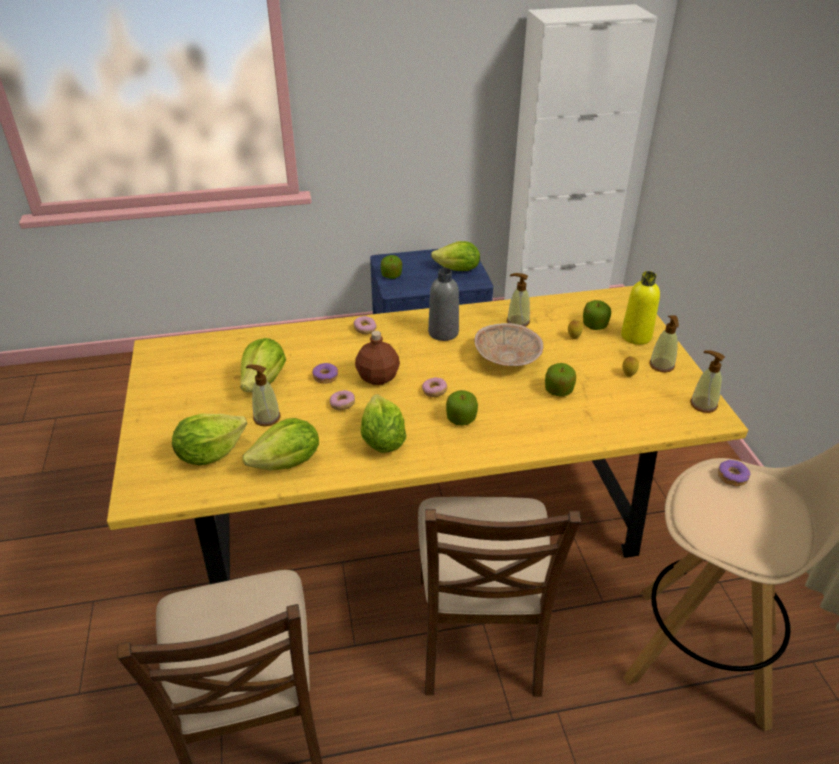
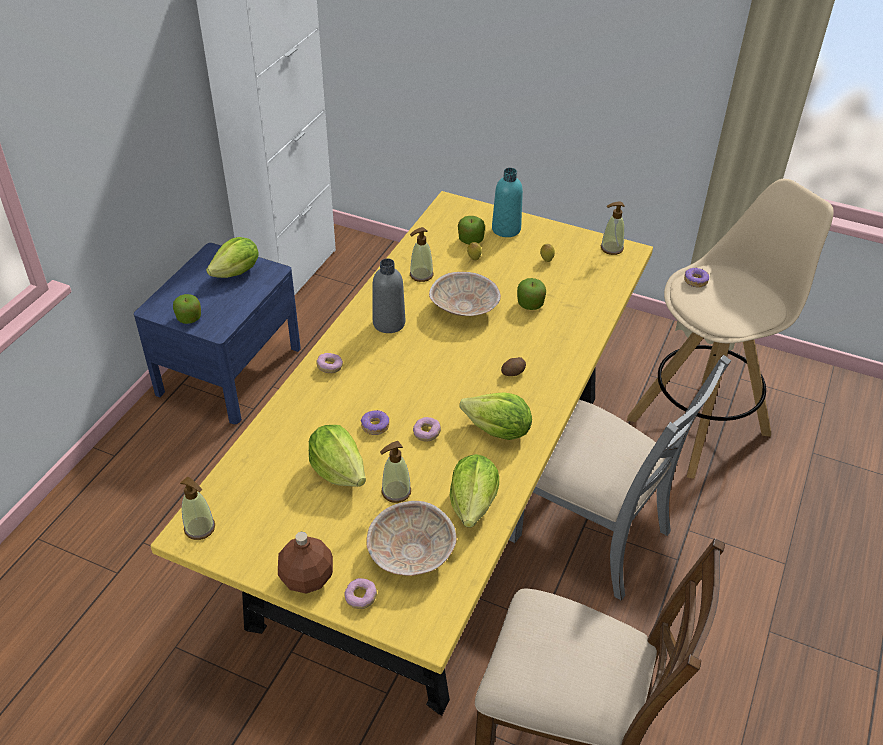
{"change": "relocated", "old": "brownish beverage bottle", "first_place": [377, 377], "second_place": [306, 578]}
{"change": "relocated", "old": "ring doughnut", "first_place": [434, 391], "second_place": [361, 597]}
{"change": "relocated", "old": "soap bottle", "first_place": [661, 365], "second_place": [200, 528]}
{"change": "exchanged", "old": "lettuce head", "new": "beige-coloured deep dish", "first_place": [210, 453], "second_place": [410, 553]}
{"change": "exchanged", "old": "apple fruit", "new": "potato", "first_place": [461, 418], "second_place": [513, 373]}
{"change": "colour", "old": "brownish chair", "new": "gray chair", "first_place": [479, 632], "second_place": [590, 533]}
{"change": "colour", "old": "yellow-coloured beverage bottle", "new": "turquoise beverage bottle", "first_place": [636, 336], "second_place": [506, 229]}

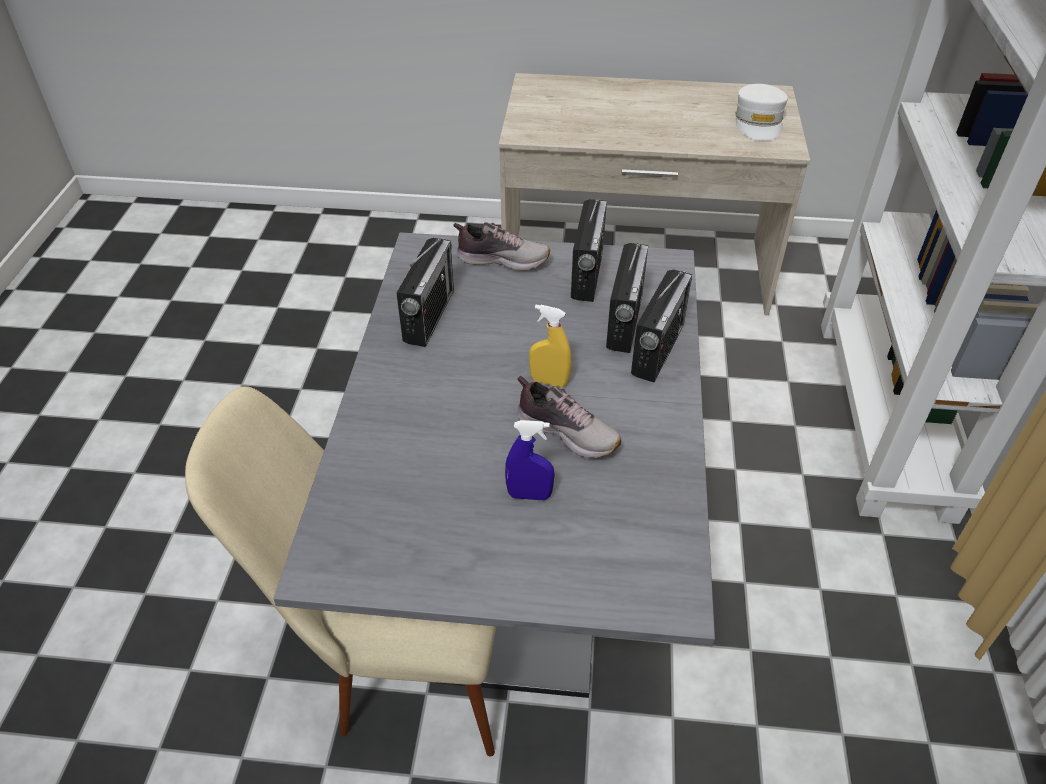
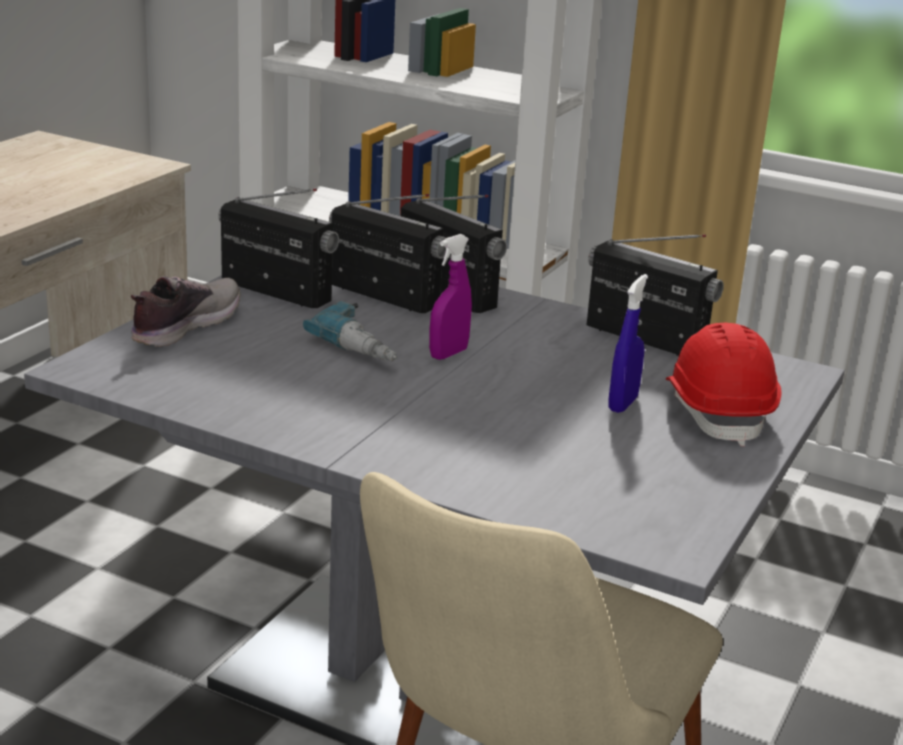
{"change": "missing", "old": "item of footwear", "first_place": [567, 431]}
{"change": "missing", "old": "white-coloured cap", "first_place": [758, 122]}
{"change": "appeared", "new": "power drill", "second_place": [366, 344]}
{"change": "appeared", "new": "reddish hard hat", "second_place": [718, 412]}
{"change": "relocated", "old": "radio set", "first_place": [429, 316], "second_place": [644, 339]}
{"change": "colour", "old": "yellow-coloured hand sprayer", "new": "purple-coloured hand sprayer", "first_place": [549, 381], "second_place": [448, 354]}

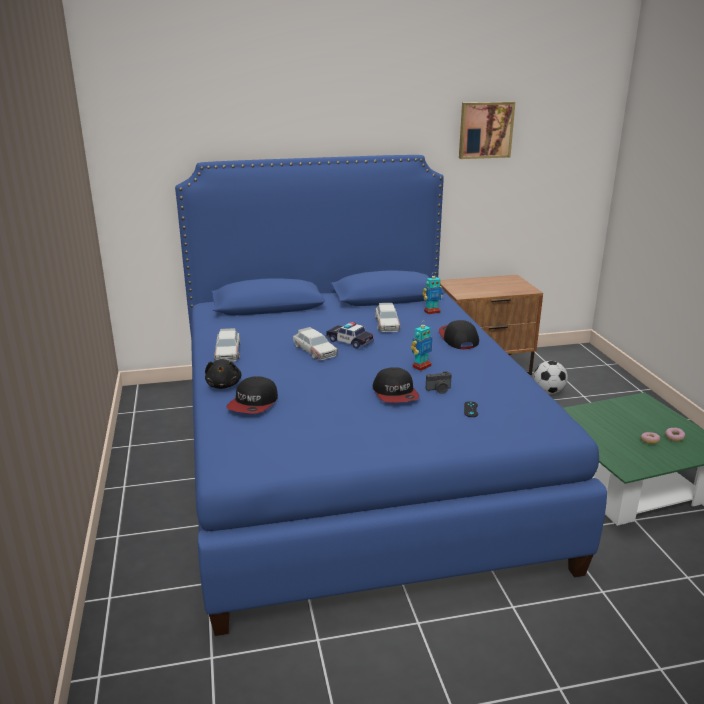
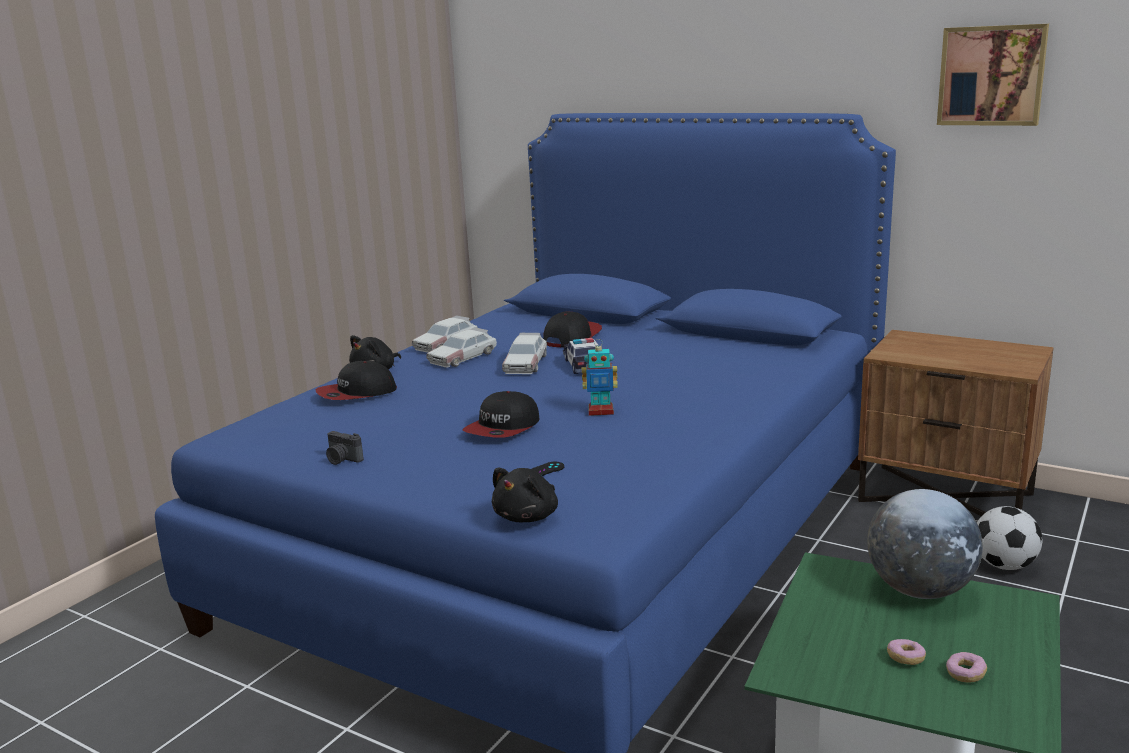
{"change": "missing", "old": "robot figure", "first_place": [432, 311]}
{"change": "appeared", "new": "blackish cuddly toy", "second_place": [528, 516]}
{"change": "appeared", "new": "desk globe", "second_place": [920, 590]}
{"change": "relocated", "old": "model car", "first_place": [387, 324], "second_place": [463, 357]}
{"change": "relocated", "old": "still camera", "first_place": [439, 390], "second_place": [342, 460]}
{"change": "relocated", "old": "cap", "first_place": [458, 338], "second_place": [572, 337]}

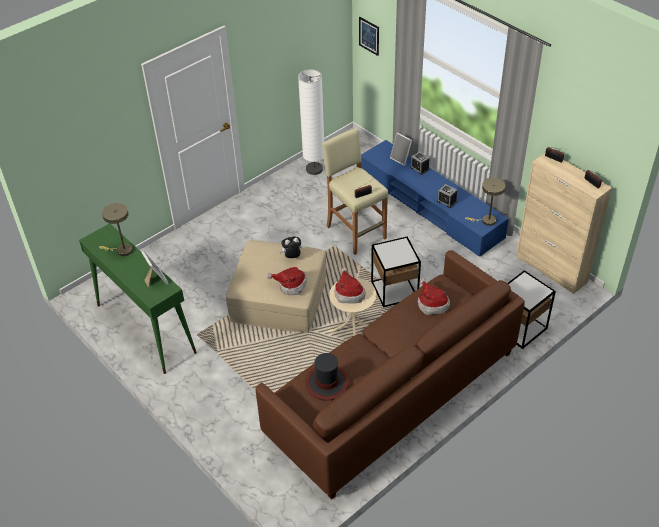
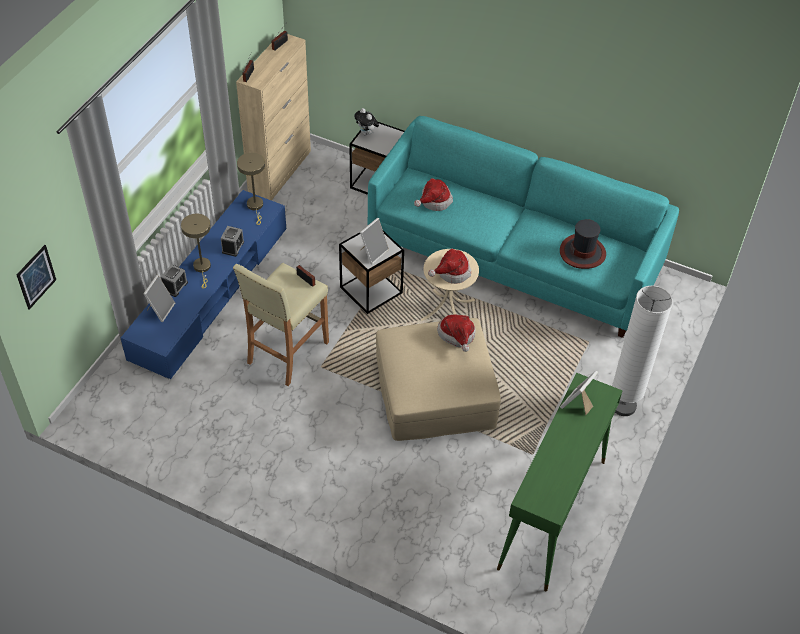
{"change": "appeared", "new": "picture frame", "second_place": [373, 252]}
{"change": "relocated", "old": "beige-coloured table lamp", "first_place": [122, 250], "second_place": [202, 268]}
{"change": "relocated", "old": "cuddly toy", "first_place": [292, 257], "second_place": [366, 133]}
{"change": "relocated", "old": "white-coloured standard lamp", "first_place": [314, 169], "second_place": [623, 406]}
{"change": "colour", "old": "brownish couch", "new": "turquoise couch", "first_place": [393, 394], "second_place": [514, 256]}

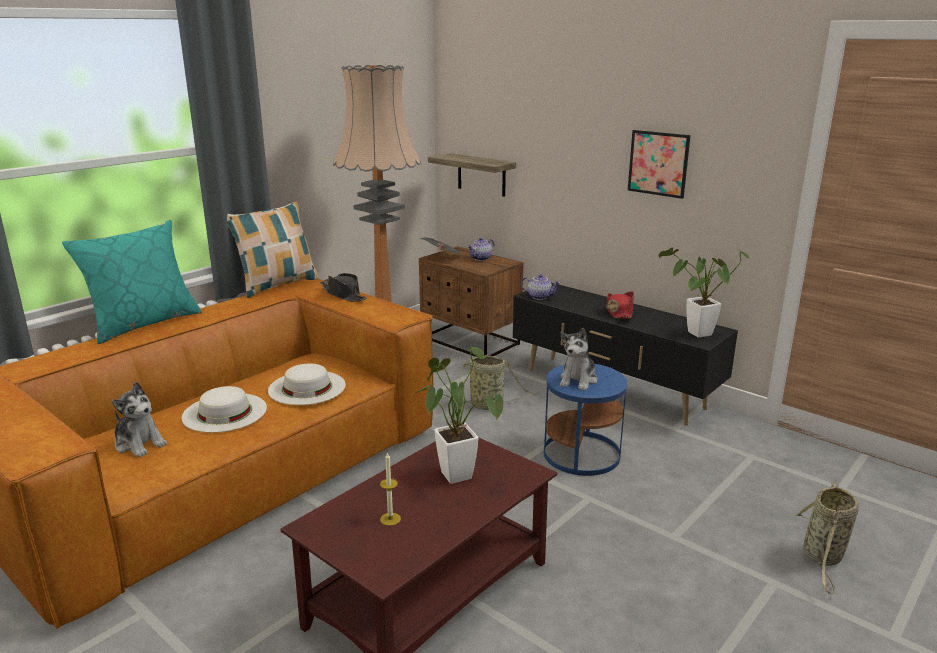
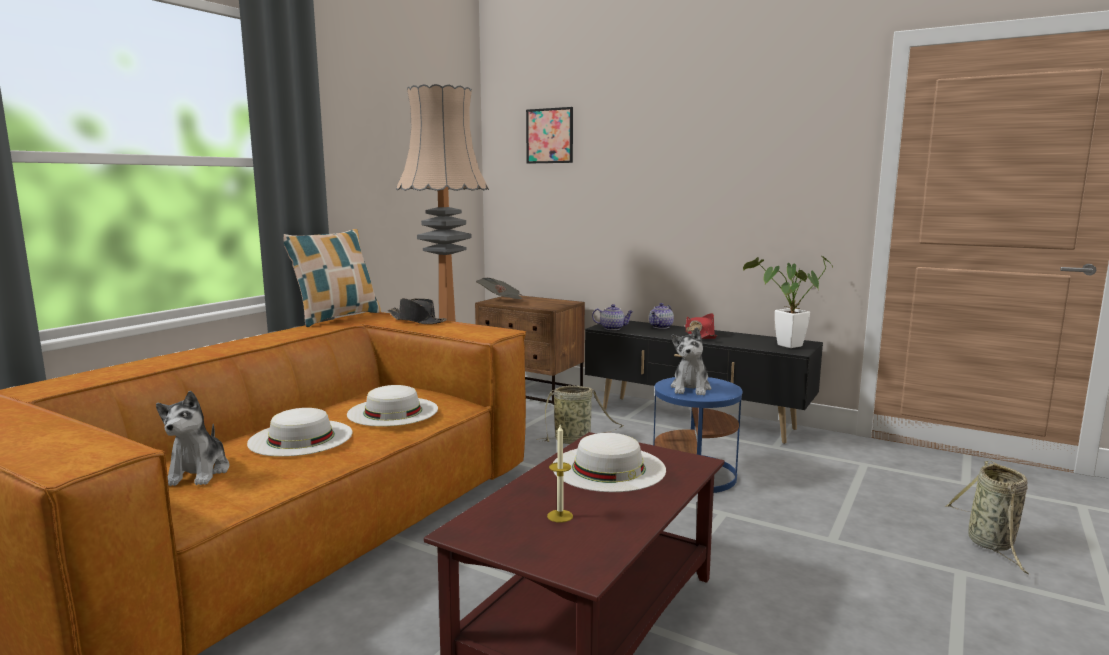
{"change": "missing", "old": "turquoise cushion", "first_place": [144, 323]}
{"change": "missing", "old": "wall shelf", "first_place": [481, 175]}
{"change": "relocated", "old": "tea pot", "first_place": [481, 258], "second_place": [661, 327]}
{"change": "relocated", "old": "picture", "first_place": [658, 163], "second_place": [549, 136]}
{"change": "exchanged", "old": "plant in a pot", "new": "white-coloured clothing hat", "first_place": [454, 471], "second_place": [608, 468]}
{"change": "spun", "old": "cuddly toy", "first_place": [140, 443], "second_place": [199, 473], "degrees": 60}

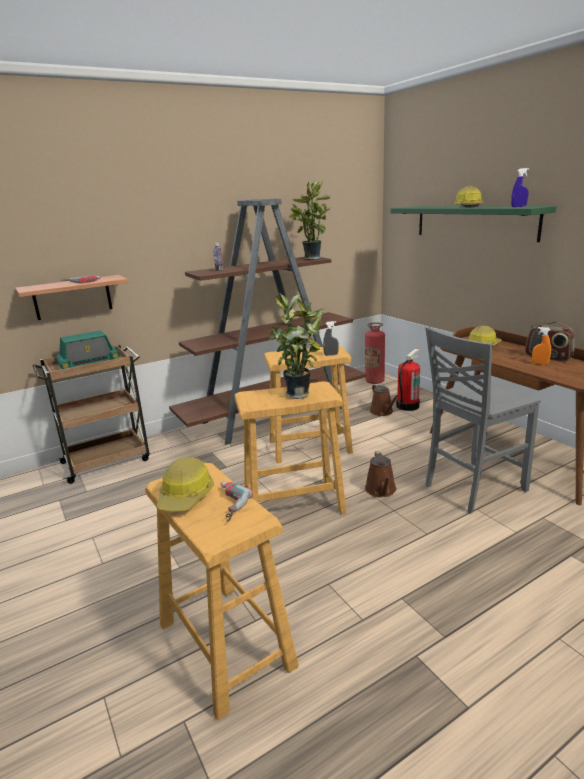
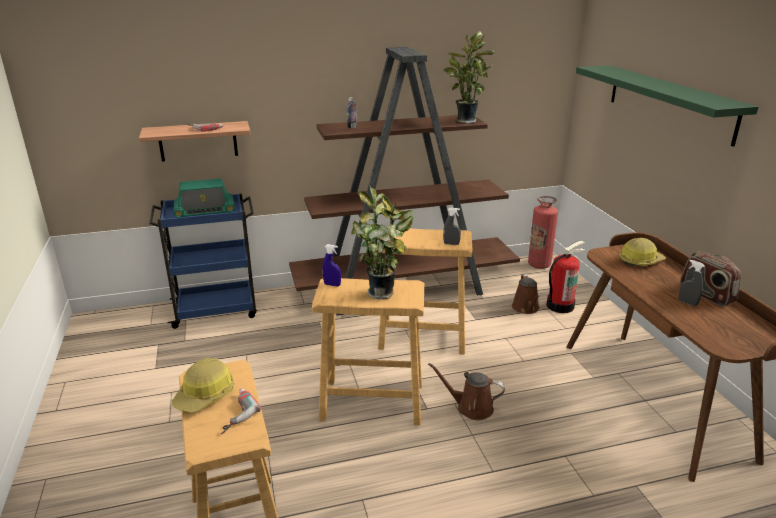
{"change": "missing", "old": "gray chair", "first_place": [472, 487]}
{"change": "missing", "old": "hard hat", "first_place": [466, 207]}
{"change": "relocated", "old": "blue hand sprayer", "first_place": [518, 206], "second_place": [332, 285]}
{"change": "colour", "old": "brownish trolley", "new": "blue trolley", "first_place": [107, 460], "second_place": [217, 310]}
{"change": "colour", "old": "orangey hand sprayer", "new": "gray hand sprayer", "first_place": [539, 364], "second_place": [687, 303]}
{"change": "spun", "old": "brownish sprinkling can", "first_place": [381, 490], "second_place": [471, 408], "degrees": 90}

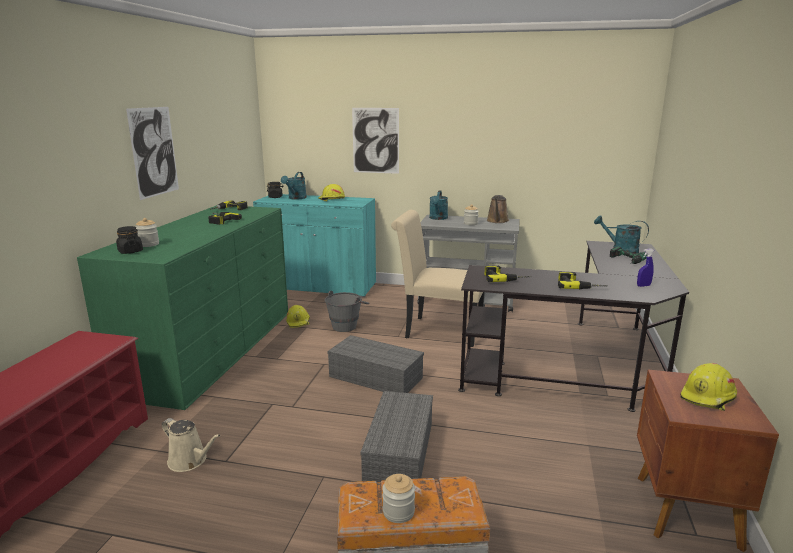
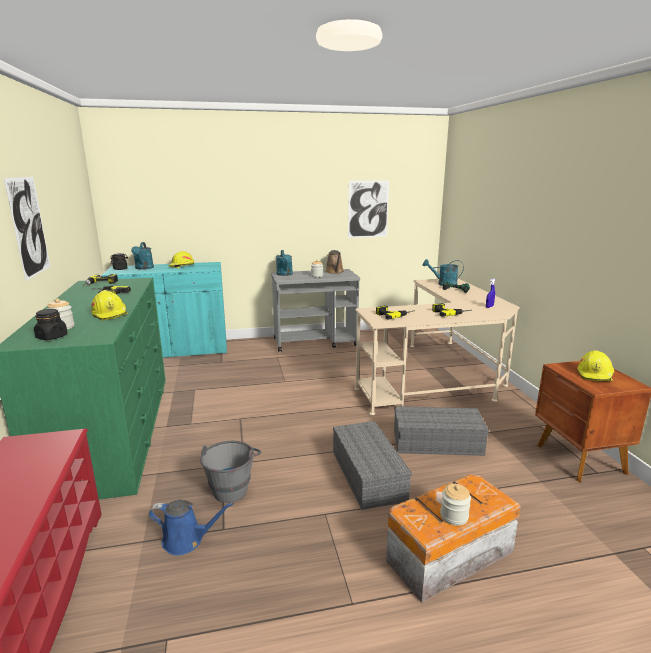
{"change": "missing", "old": "beige-coloured chair", "first_place": [438, 331]}
{"change": "relocated", "old": "yellow-coloured hard hat", "first_place": [298, 322], "second_place": [110, 314]}
{"change": "relocated", "old": "gray pail", "first_place": [347, 325], "second_place": [232, 486]}
{"change": "relocated", "old": "gray storage box", "first_place": [374, 377], "second_place": [436, 443]}
{"change": "relocated", "old": "picture", "first_place": [375, 140], "second_place": [368, 209]}
{"change": "colour", "old": "beige-coloured sprinkling can", "new": "blue sprinkling can", "first_place": [190, 461], "second_place": [186, 540]}
{"change": "colour", "old": "blackish desk table", "new": "beige-coloured desk table", "first_place": [581, 367], "second_place": [439, 378]}

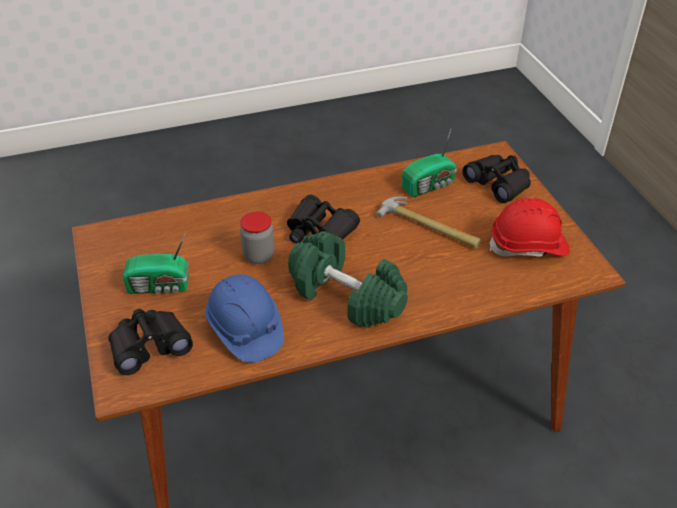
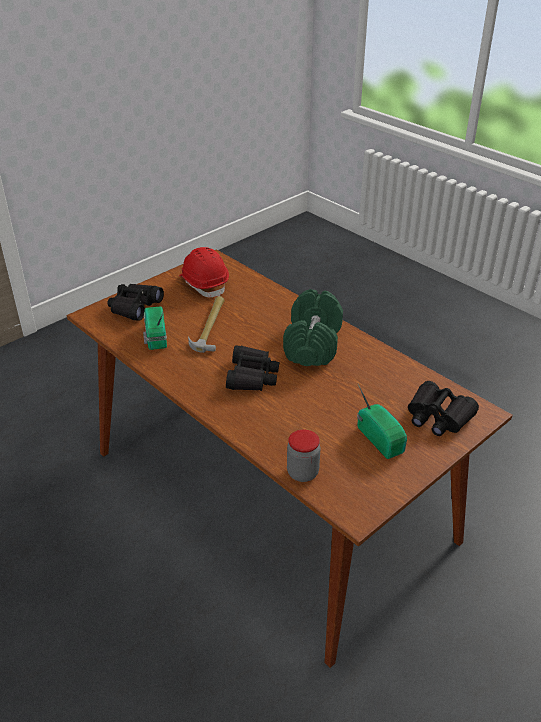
{"change": "missing", "old": "blue hard hat", "first_place": [245, 330]}
{"change": "relocated", "old": "preserve jar", "first_place": [259, 256], "second_place": [302, 473]}
{"change": "spun", "old": "radio set", "first_place": [430, 185], "second_place": [155, 337], "degrees": -135}

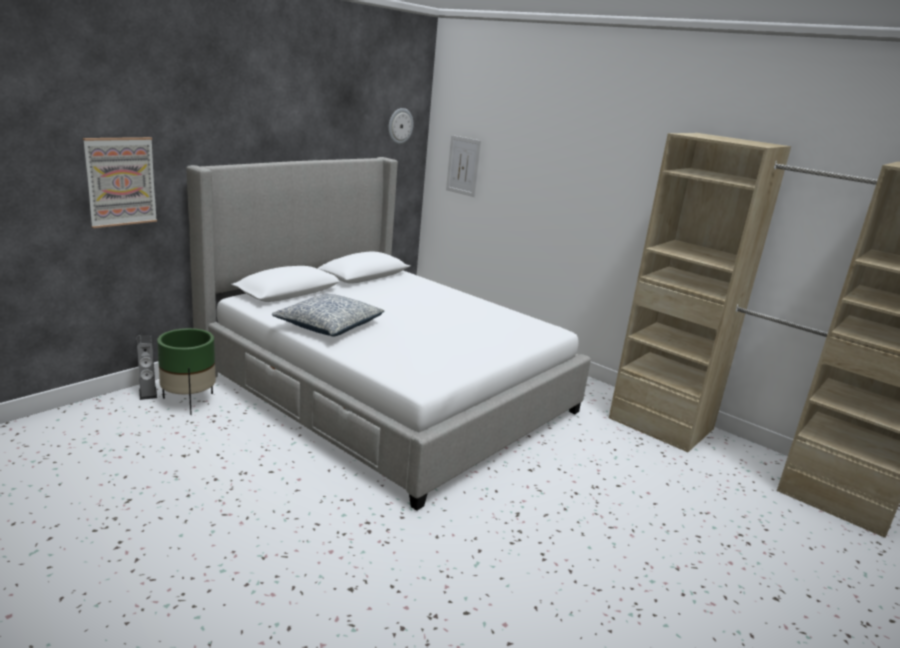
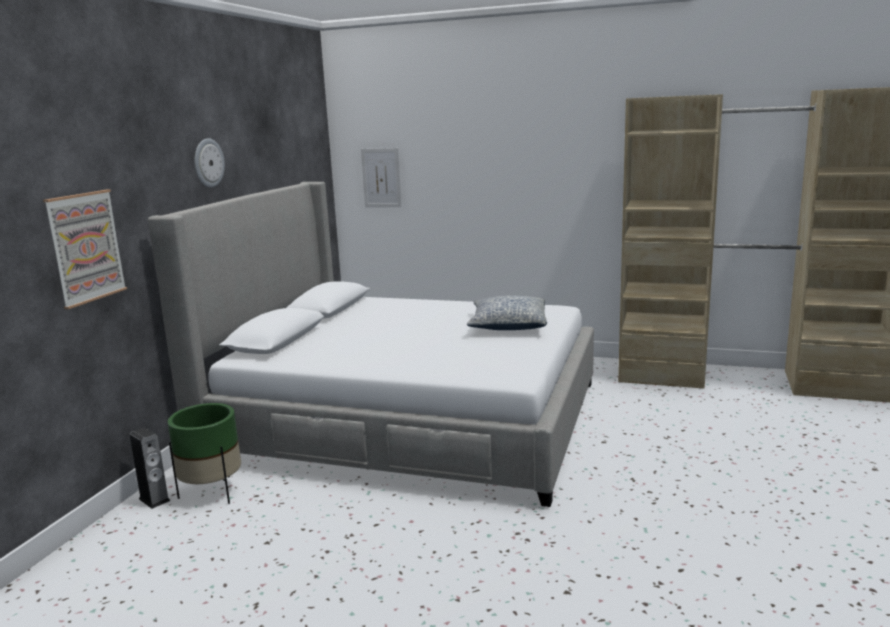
{"change": "relocated", "old": "cushion", "first_place": [329, 326], "second_place": [508, 325]}
{"change": "relocated", "old": "hanging clock", "first_place": [400, 126], "second_place": [208, 163]}

